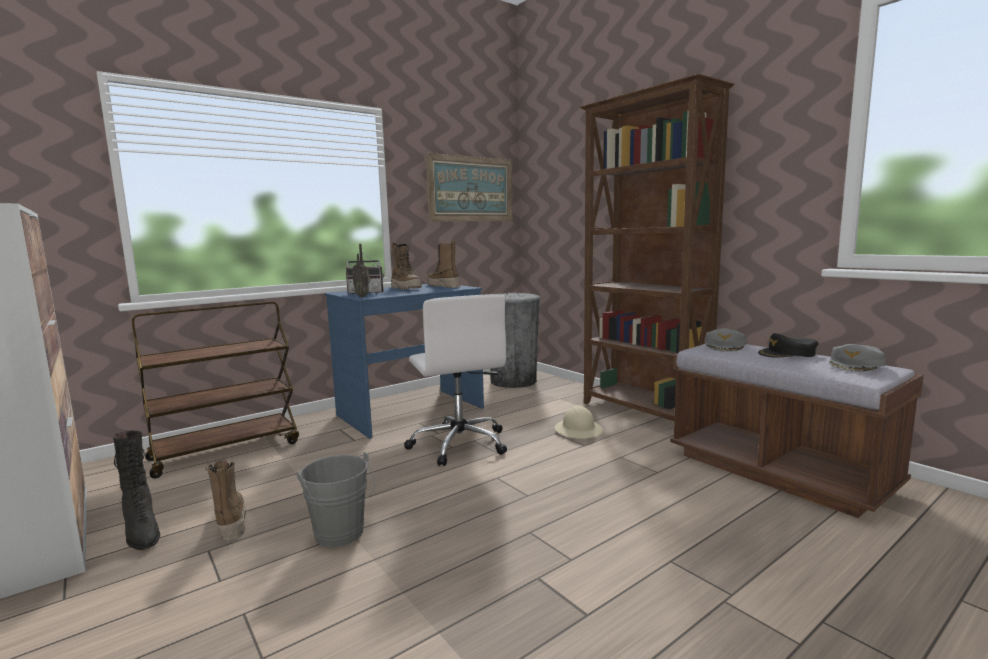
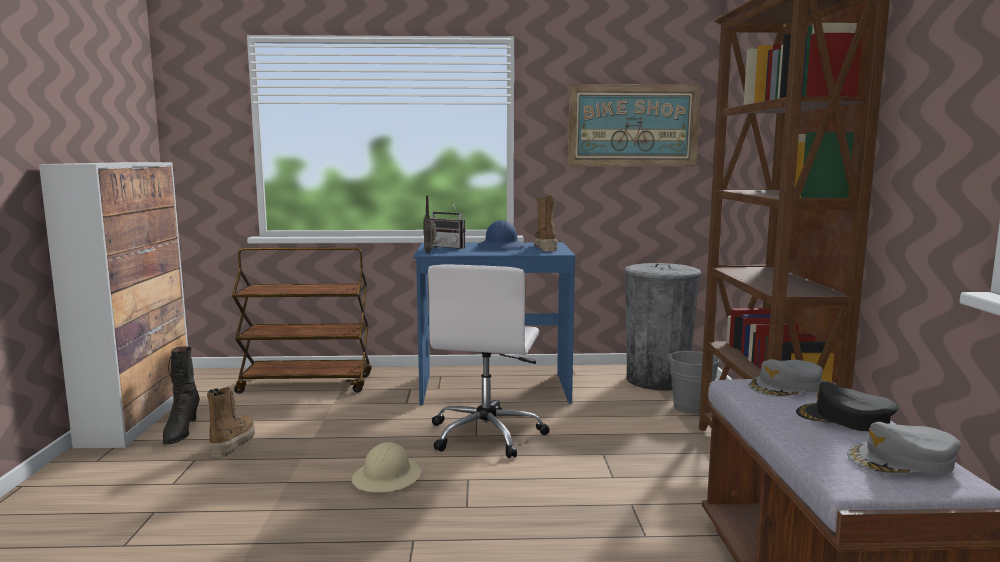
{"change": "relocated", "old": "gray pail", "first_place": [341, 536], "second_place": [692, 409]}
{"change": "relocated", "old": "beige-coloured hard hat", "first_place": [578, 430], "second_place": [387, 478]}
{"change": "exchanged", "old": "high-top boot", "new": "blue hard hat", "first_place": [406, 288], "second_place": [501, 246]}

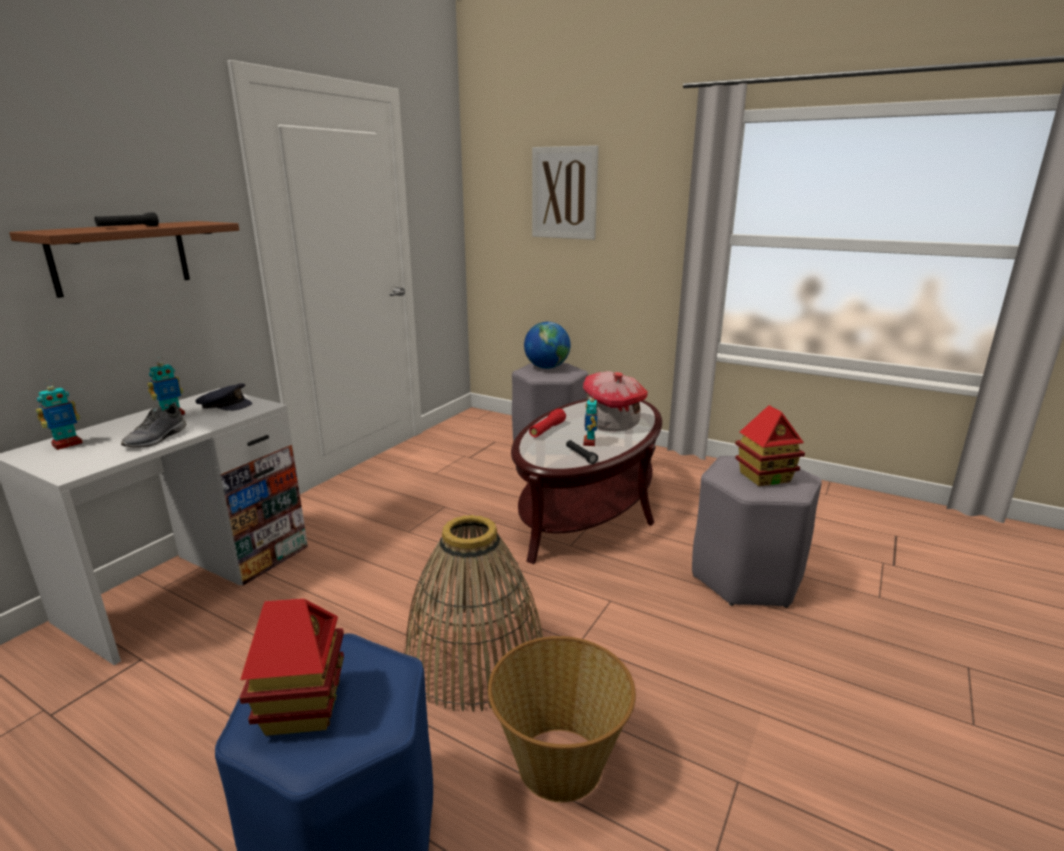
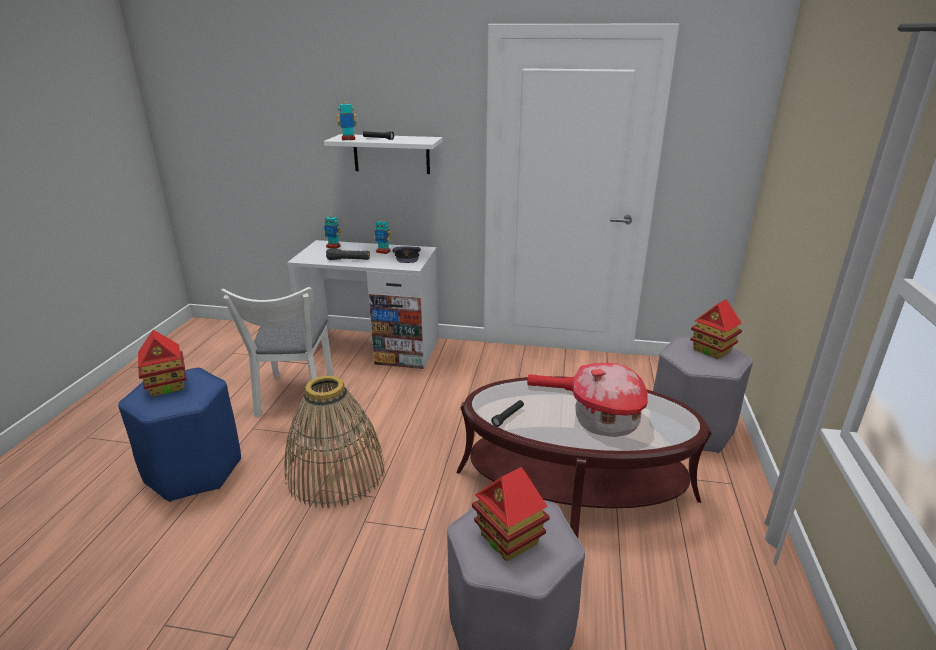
{"change": "missing", "old": "basket", "first_place": [559, 762]}
{"change": "missing", "old": "picture", "first_place": [564, 193]}
{"change": "appeared", "new": "white-coloured chair", "second_place": [294, 398]}
{"change": "relocated", "old": "robot figure", "first_place": [589, 442], "second_place": [348, 139]}
{"change": "exchanged", "old": "gray item of footwear", "new": "blackish hand torch", "first_place": [157, 438], "second_place": [348, 260]}
{"change": "exchanged", "old": "desk globe", "new": "model house", "first_place": [546, 367], "second_place": [712, 350]}
{"change": "colour", "old": "brownish wall shelf", "new": "white-coloured wall shelf", "first_place": [121, 257], "second_place": [391, 154]}

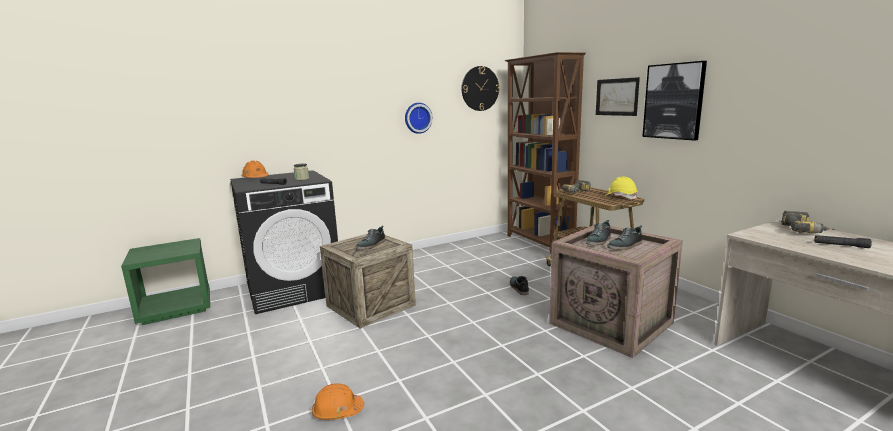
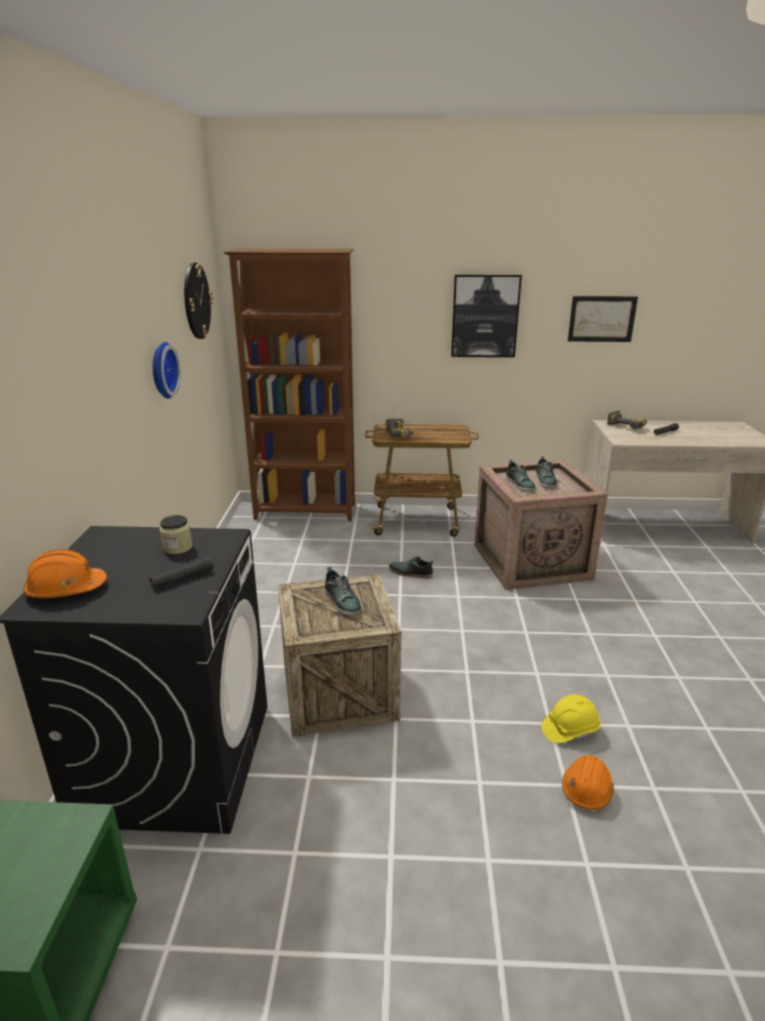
{"change": "relocated", "old": "picture", "first_place": [616, 97], "second_place": [601, 319]}
{"change": "relocated", "old": "yellow-coloured hard hat", "first_place": [620, 197], "second_place": [569, 729]}

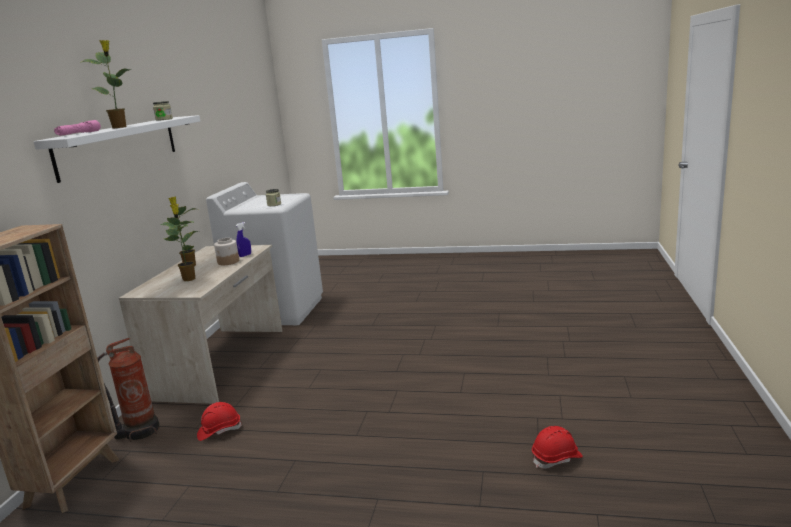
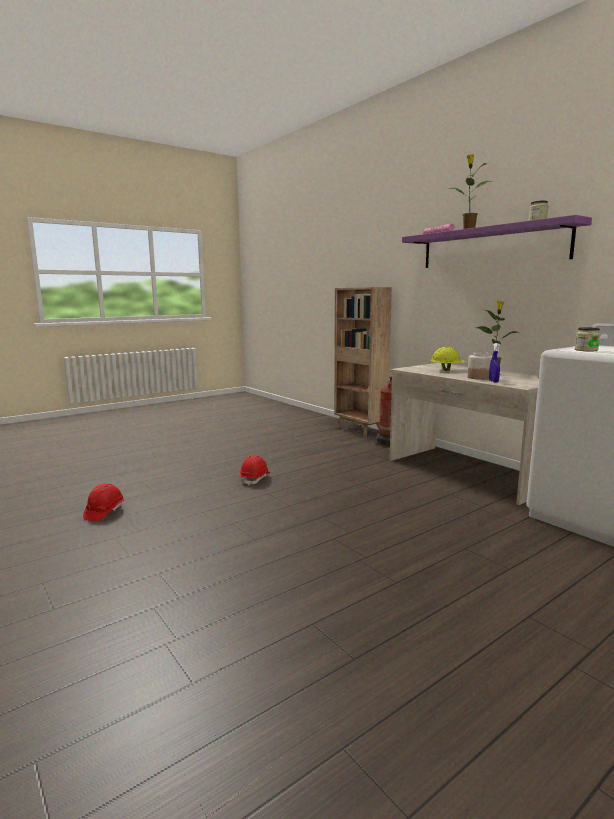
{"change": "relocated", "old": "reddish hard hat", "first_place": [219, 430], "second_place": [255, 479]}
{"change": "exchanged", "old": "plant in a pot", "new": "yellow-coloured hard hat", "first_place": [189, 279], "second_place": [447, 370]}
{"change": "colour", "old": "white-coloured wall shelf", "new": "purple-coloured wall shelf", "first_place": [119, 146], "second_place": [491, 246]}

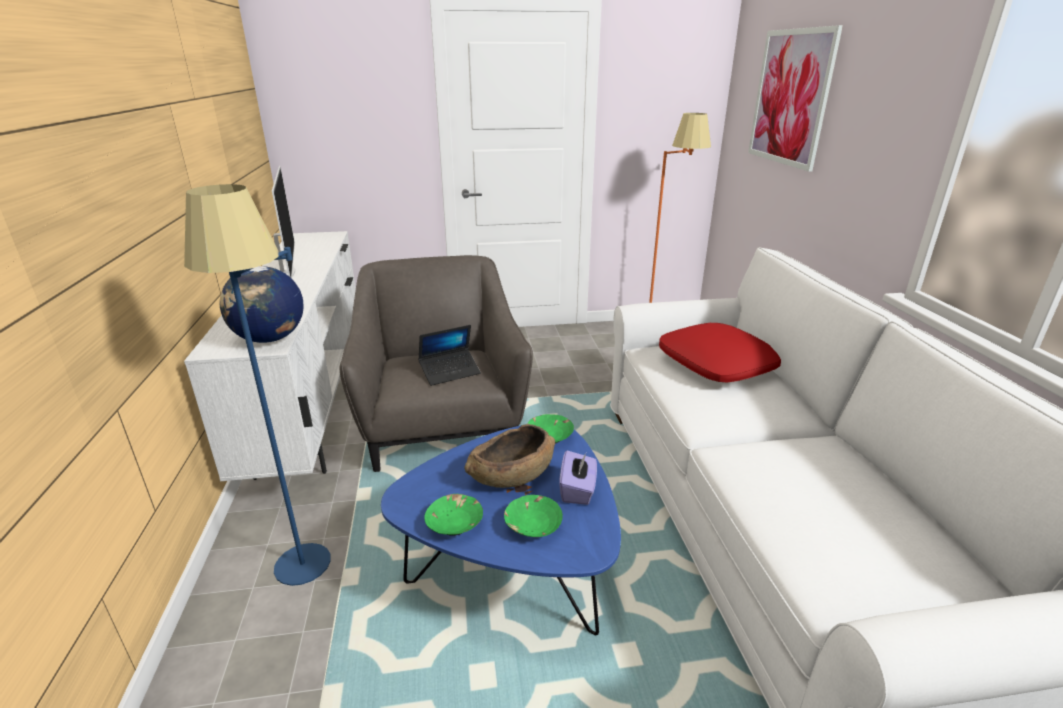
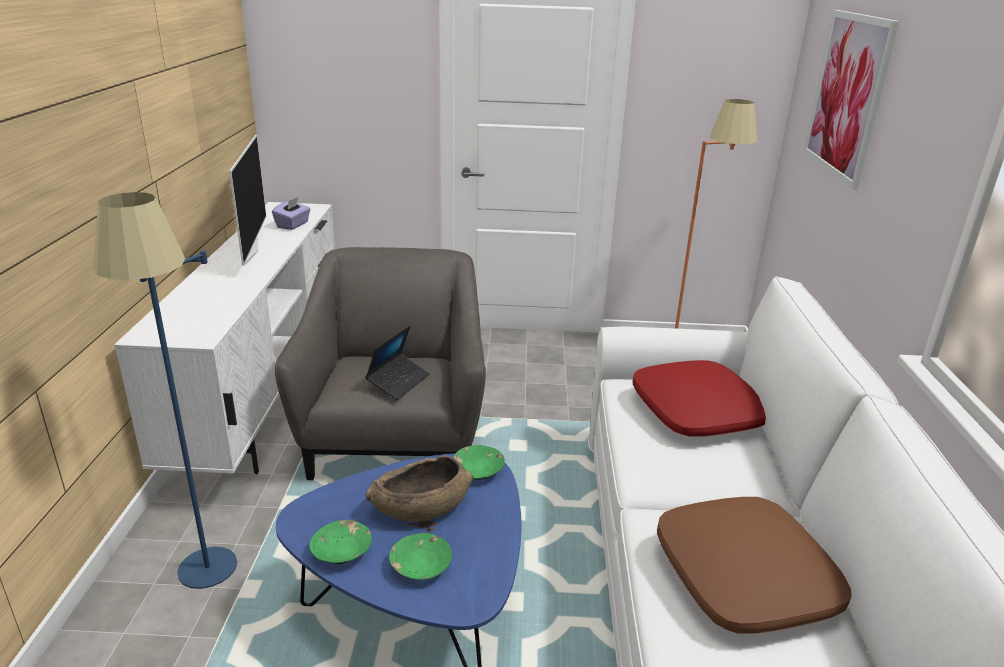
{"change": "missing", "old": "desk globe", "first_place": [270, 339]}
{"change": "appeared", "new": "brownish cushion", "second_place": [745, 577]}
{"change": "relocated", "old": "purple-coloured tissue box", "first_place": [578, 490], "second_place": [293, 225]}
{"change": "spun", "old": "laptop", "first_place": [450, 372], "second_place": [398, 382], "degrees": -45}

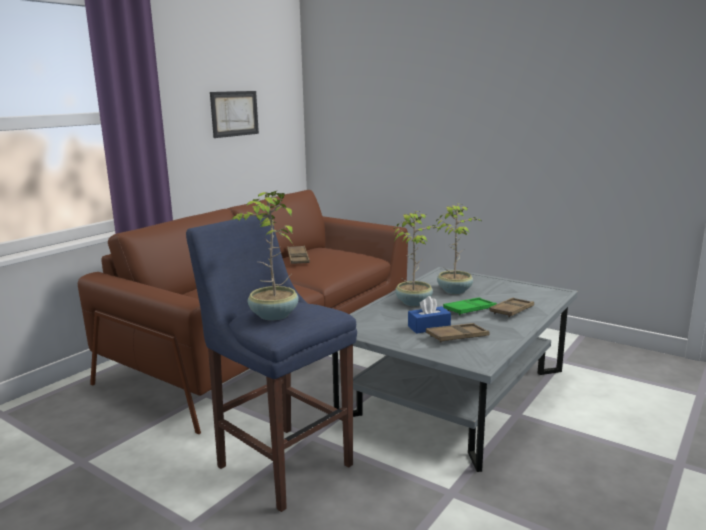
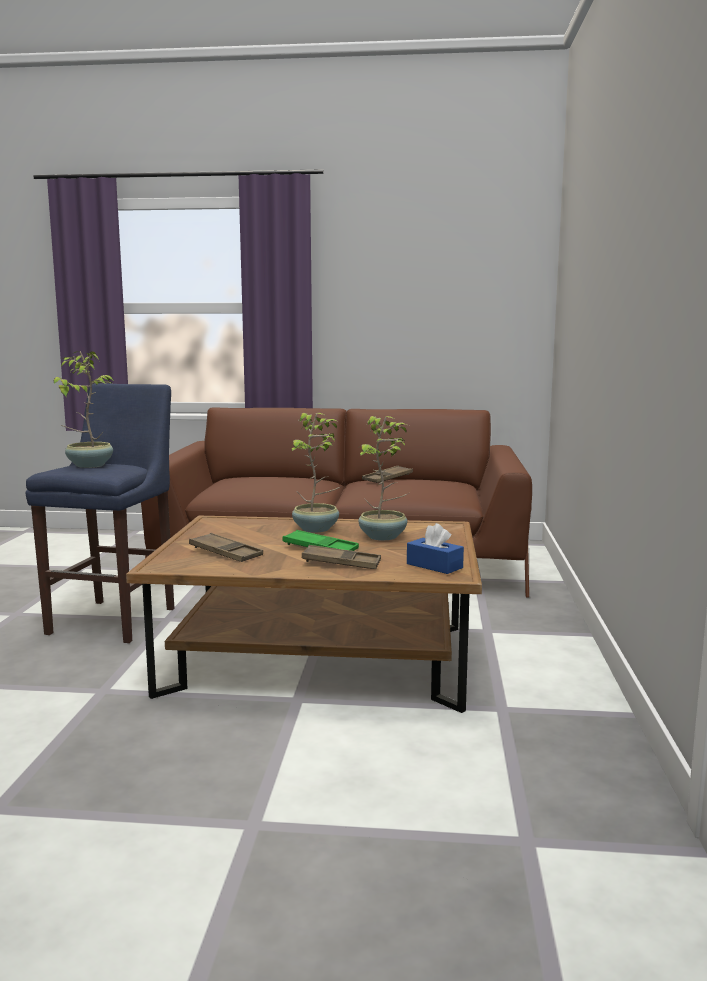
{"change": "missing", "old": "picture", "first_place": [234, 113]}
{"change": "relocated", "old": "blue tissue box", "first_place": [429, 327], "second_place": [434, 566]}
{"change": "colour", "old": "gray lounge table", "new": "brownish lounge table", "first_place": [455, 393], "second_place": [319, 659]}

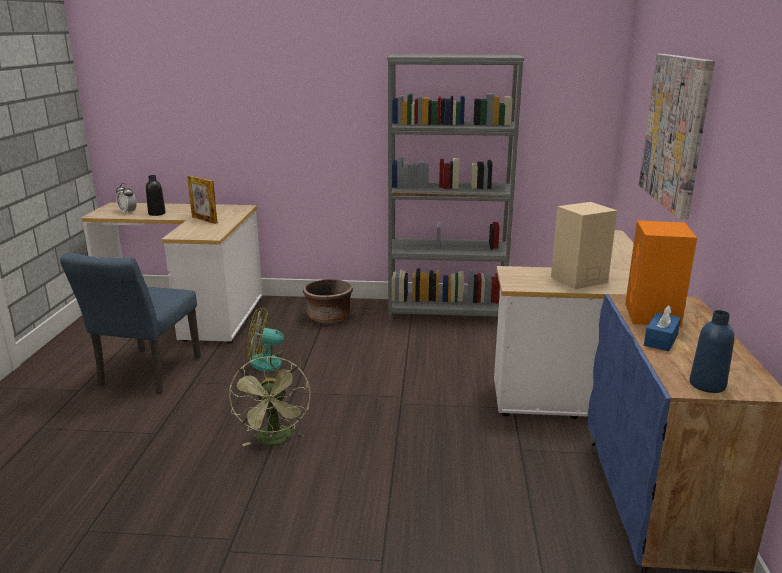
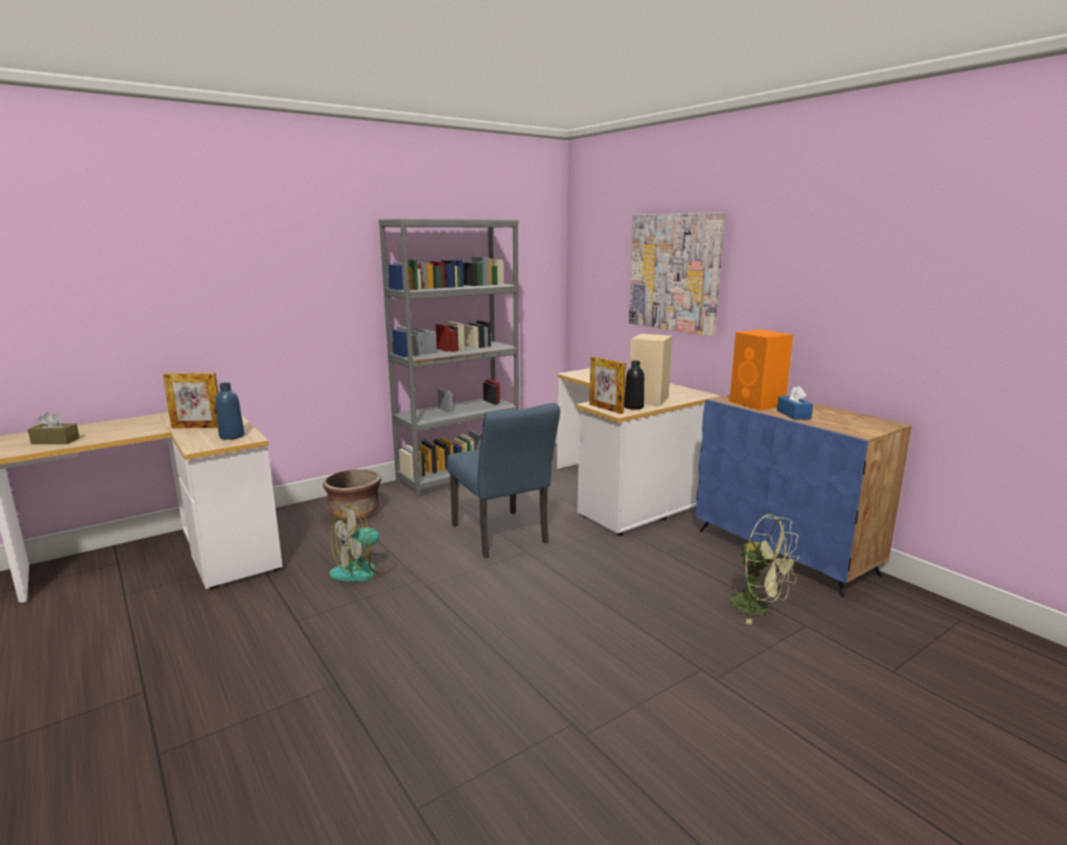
{"change": "appeared", "new": "picture frame", "second_place": [606, 409]}
{"change": "relocated", "old": "blue chair", "first_place": [146, 375], "second_place": [502, 537]}
{"change": "relocated", "old": "blackish beverage bottle", "first_place": [157, 213], "second_place": [633, 407]}
{"change": "relocated", "old": "greenish cooling fan", "first_place": [275, 441], "second_place": [759, 608]}
{"change": "relocated", "old": "blue beverage bottle", "first_place": [707, 385], "second_place": [232, 436]}
{"change": "exchanged", "old": "bedside clock", "new": "brownish tissue box", "first_place": [128, 212], "second_place": [55, 441]}

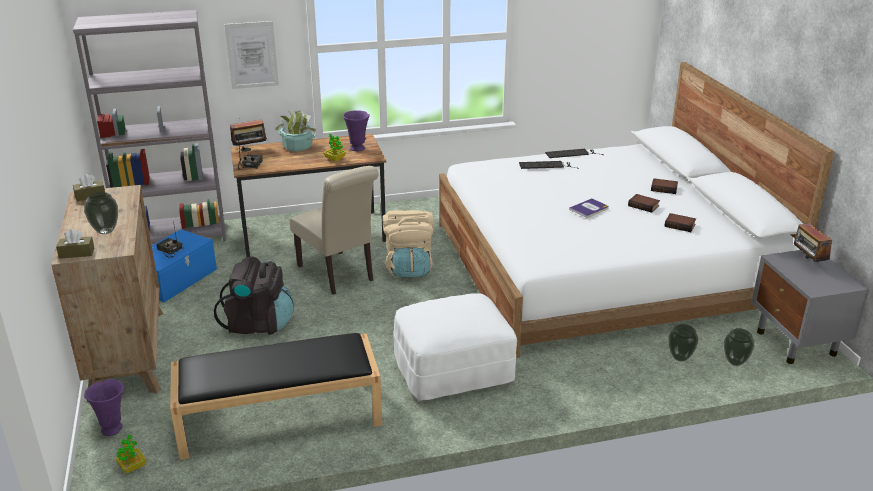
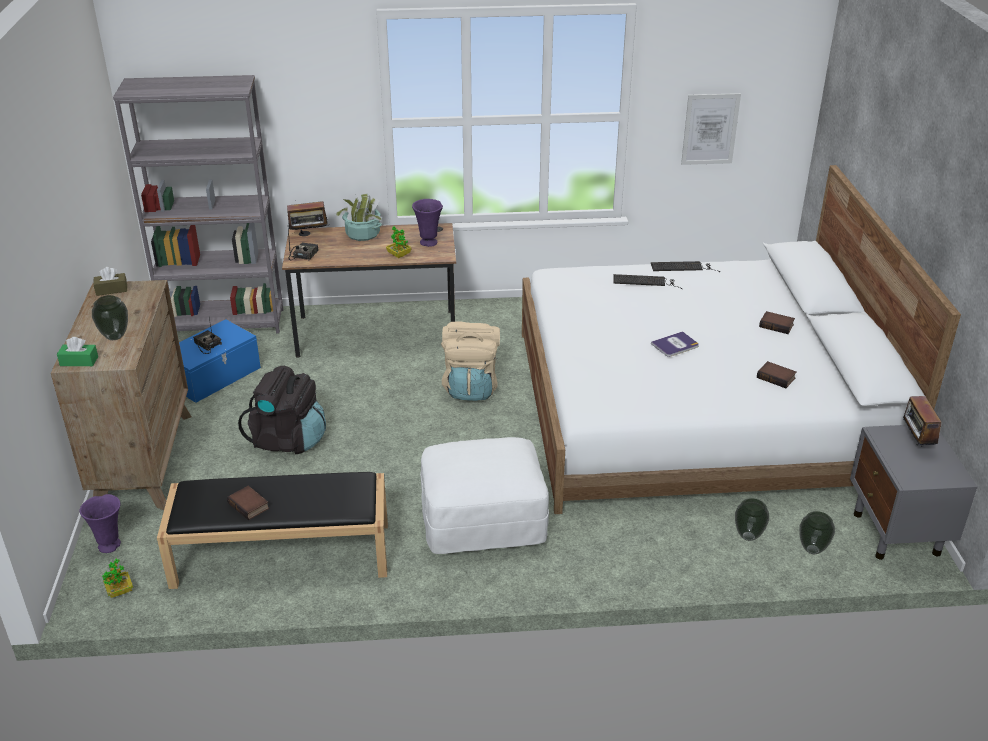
{"change": "missing", "old": "beige-coloured chair", "first_place": [338, 275]}
{"change": "relocated", "old": "picture", "first_place": [252, 55], "second_place": [710, 129]}
{"change": "relocated", "old": "bound book", "first_place": [644, 205], "second_place": [250, 505]}
{"change": "colour", "old": "brownish tissue box", "new": "greenish tissue box", "first_place": [77, 253], "second_place": [79, 361]}

